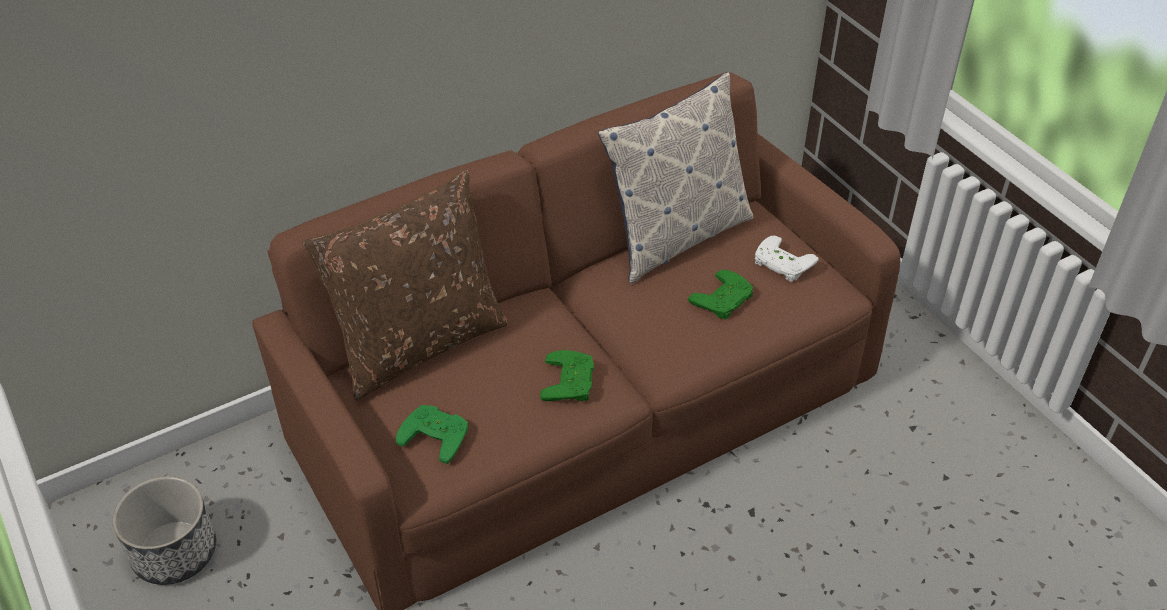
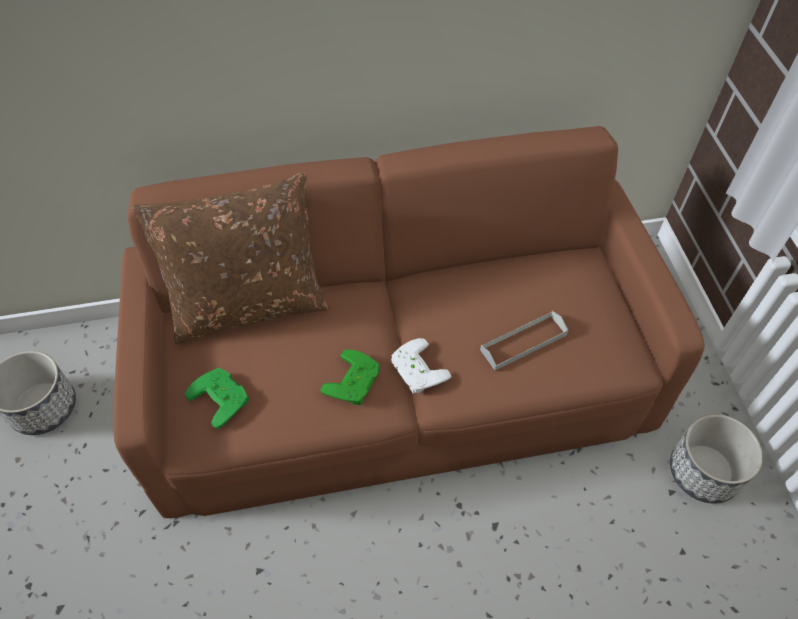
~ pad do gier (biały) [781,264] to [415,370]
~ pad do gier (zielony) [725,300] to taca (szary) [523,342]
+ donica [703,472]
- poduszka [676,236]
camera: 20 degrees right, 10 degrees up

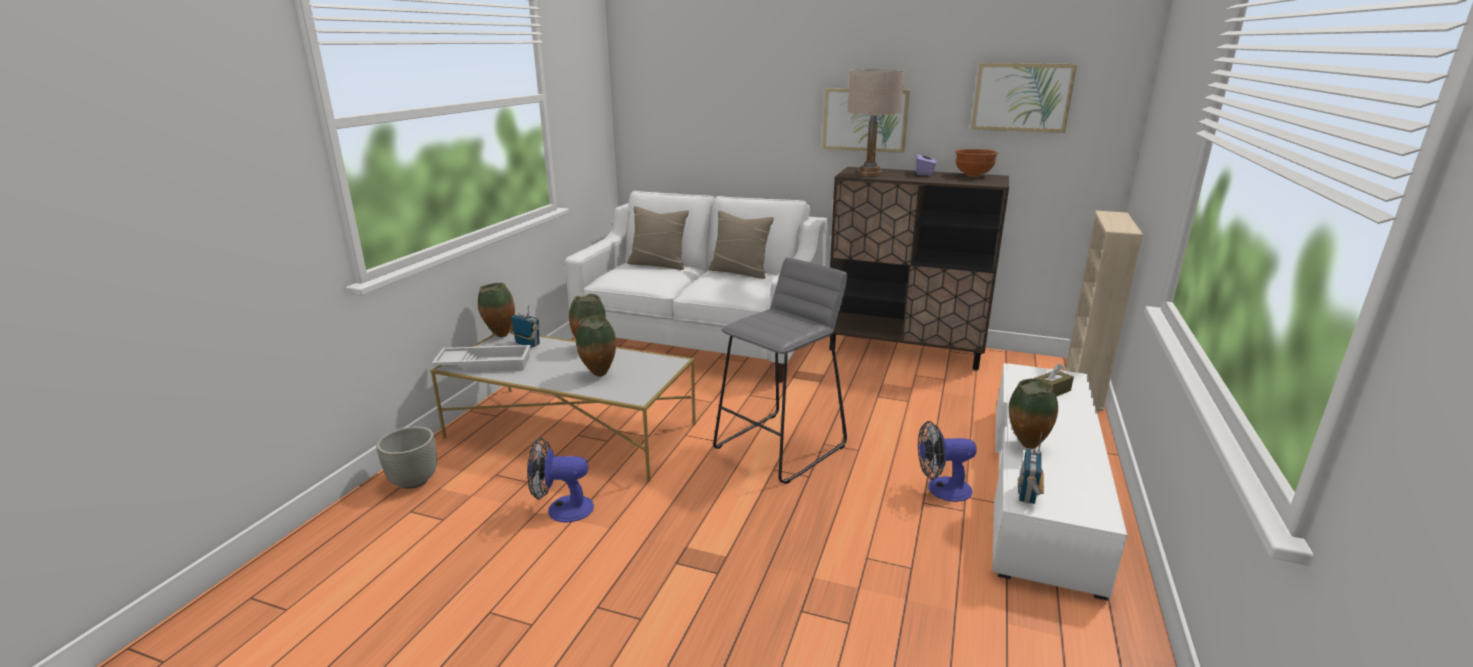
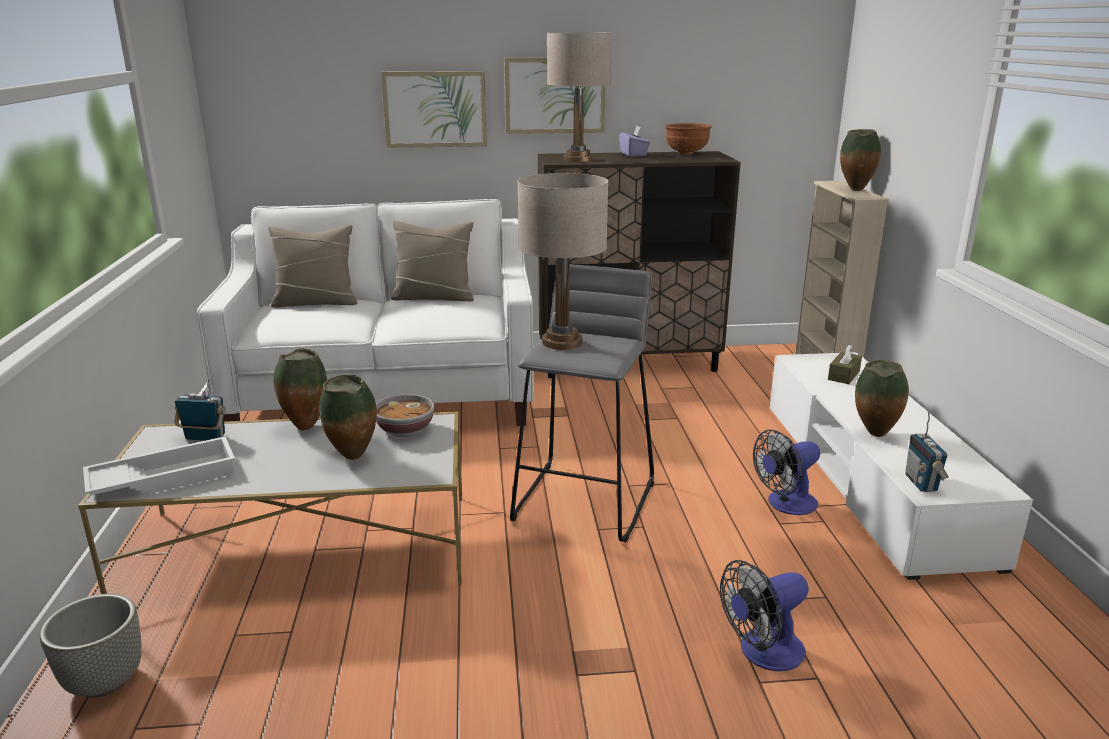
+ miska [405,430]
~ obraz [1021,97] to [435,109]
+ lampa stołowa (beżowy) [562,342]
~ wentylator [562,509] to [763,653]
~ wazon [500,336] to [855,190]
camera: 25 degrees left, 0 degrees up

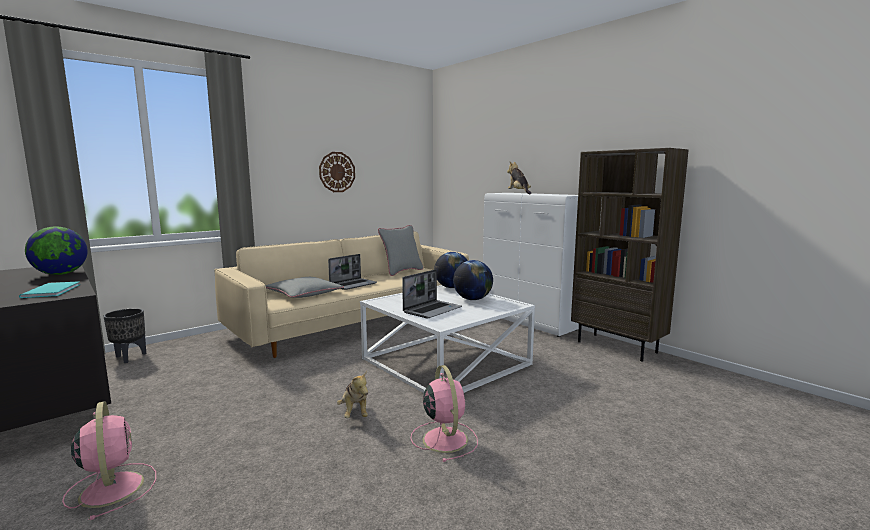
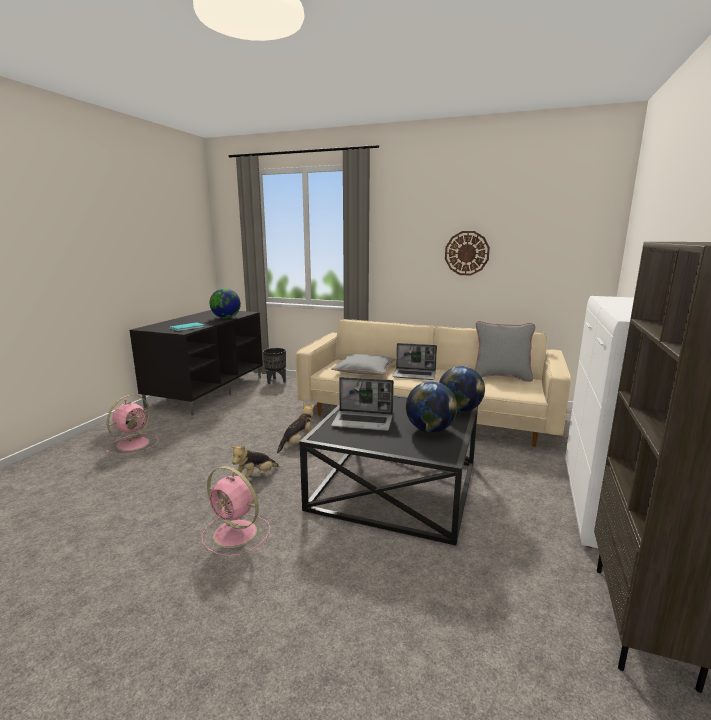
~ wentylator (różowy) [444,438] = [236,534] 75 degrees clockwise
~ pluszak [519,193] to [298,444]
~ ława (biały) [445,361] to ława (czarny) [395,485]
camera: 60 degrees right, 5 degrees up

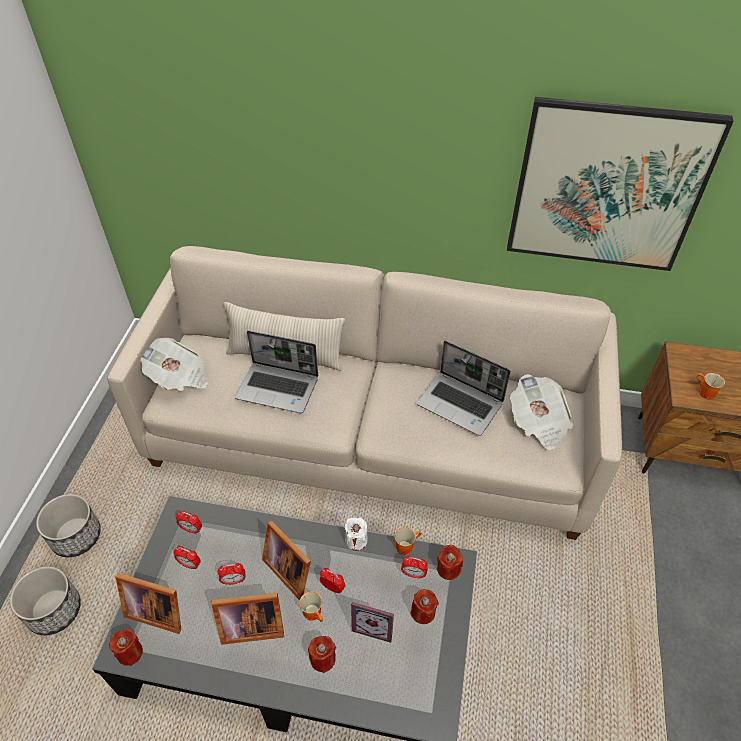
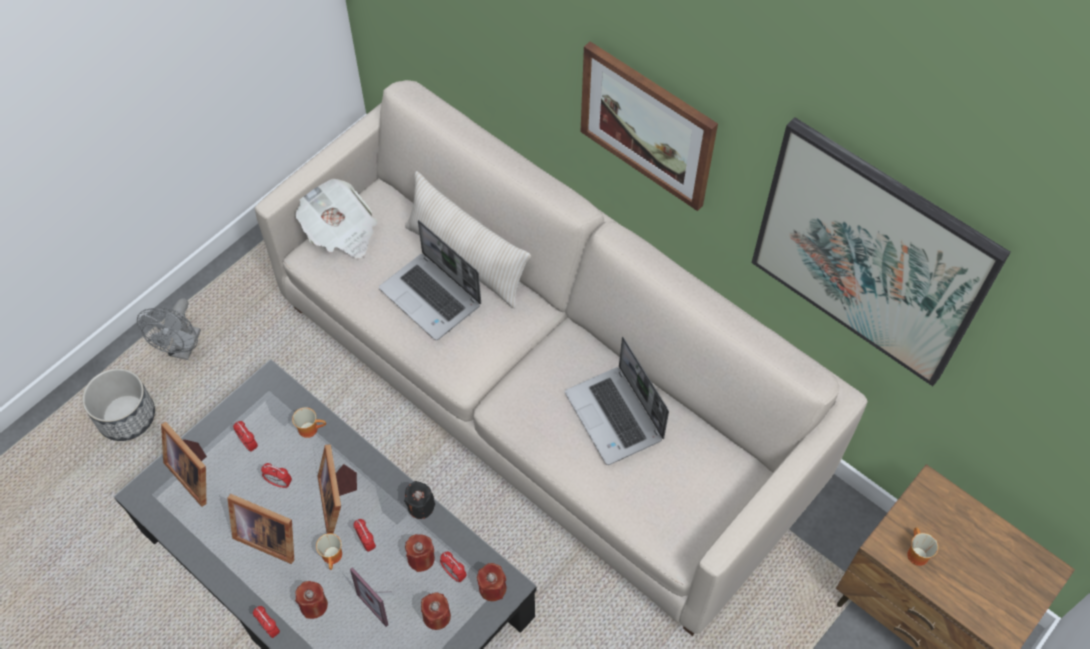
~ donica [76,536] to wentylator (szary) [183,349]
~ budzik [191,529] to [270,628]
~ kubek [405,545] to [310,428]
~ świeca (biały) [356,540] to świeca (czarny) [420,506]
~ świeca (czerwony) [130,652] to [421,558]
+ obraz [647,125]
- gazeta [538,423]
camera: 30 degrees right, 10 degrees up

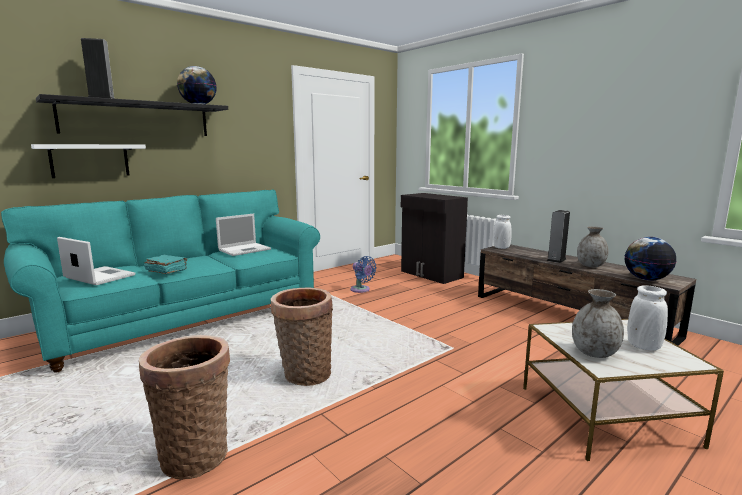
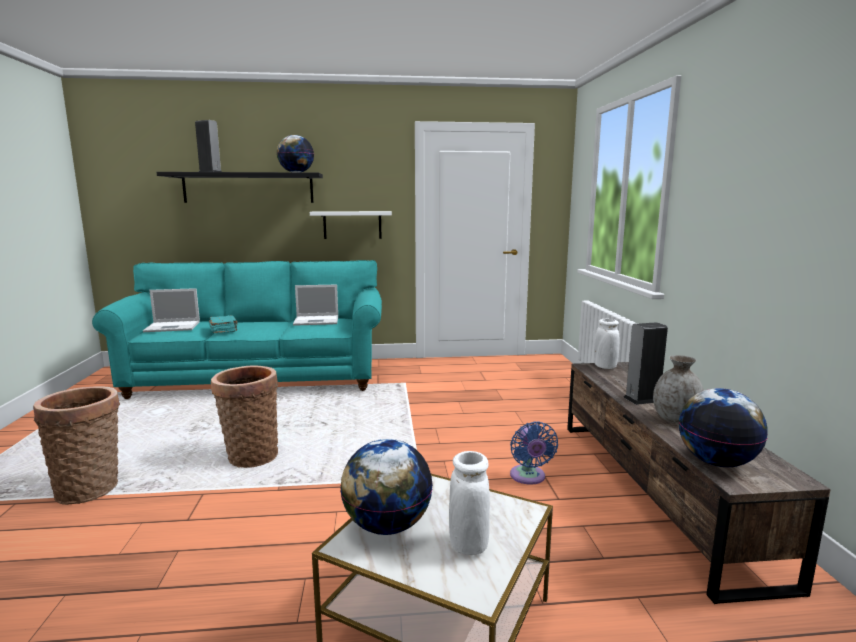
~ laptop [98,276] = [173,327] 105 degrees clockwise
~ półka (biały) [90,160] to [352,225]
~ wazon (szary) [594,353] to globus [387,526]
~ wentylator (niebieski) [361,290] to [528,477]
- szafka (czarny) [431,274]
camera: 35 degrees right, 0 degrees up

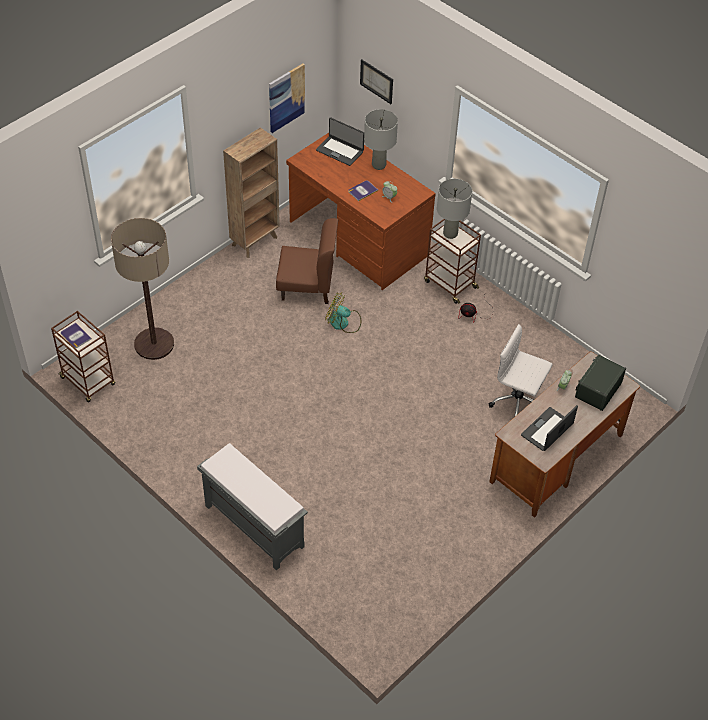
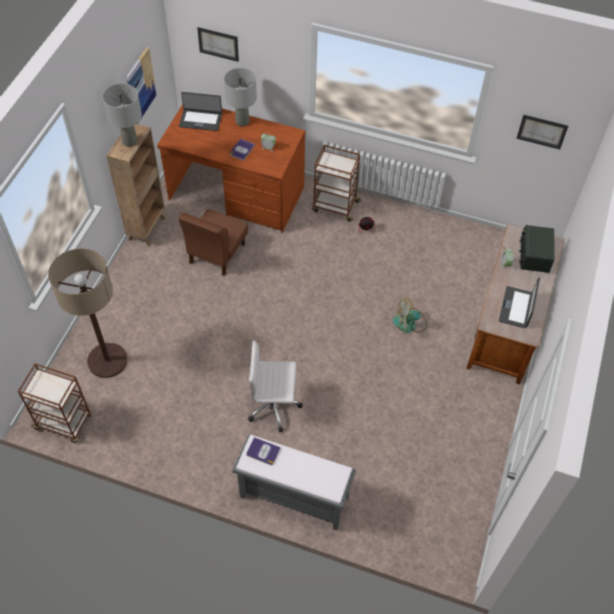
~ lampa stołowa (szary) [450,234] to [130,141]
~ krzesło (brązowy) [307,287] = [216,253] 135 degrees clockwise
~ książka [75,336] to [263,451]
~ krzesło biurowe (biały) [518,402] to [274,405]
~ wentylator [343,322] to [409,323]
+ obraz [542,131]
camera: 25 degrees left, 5 degrees up

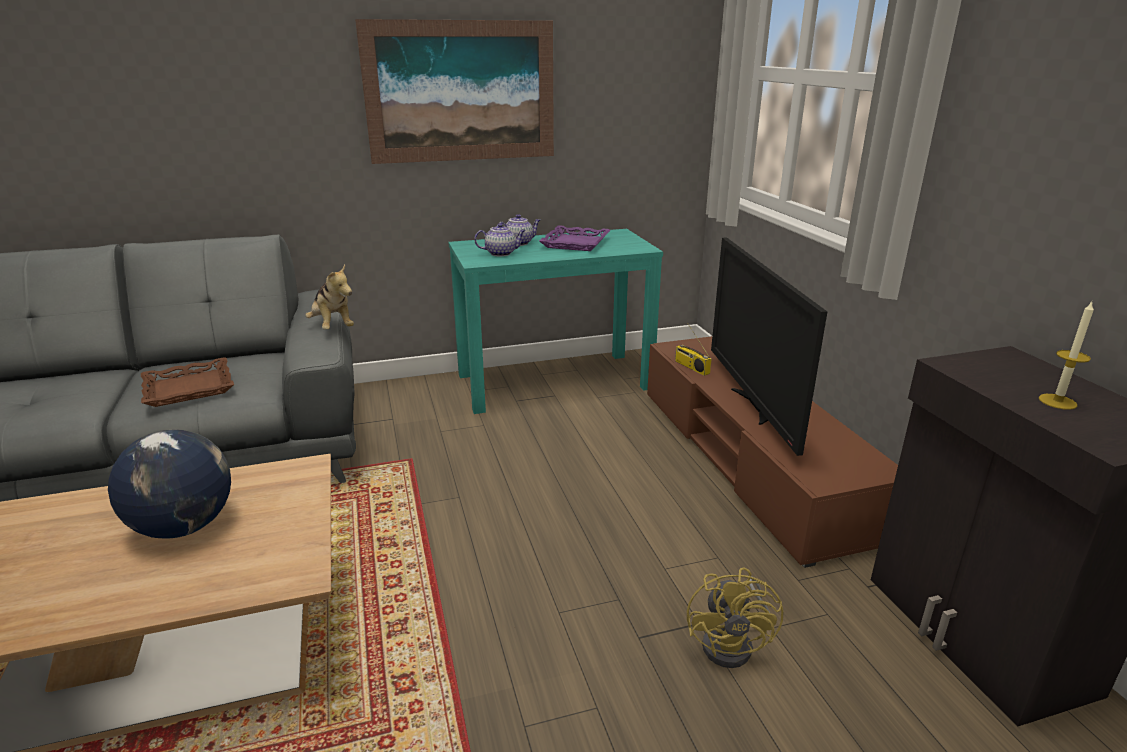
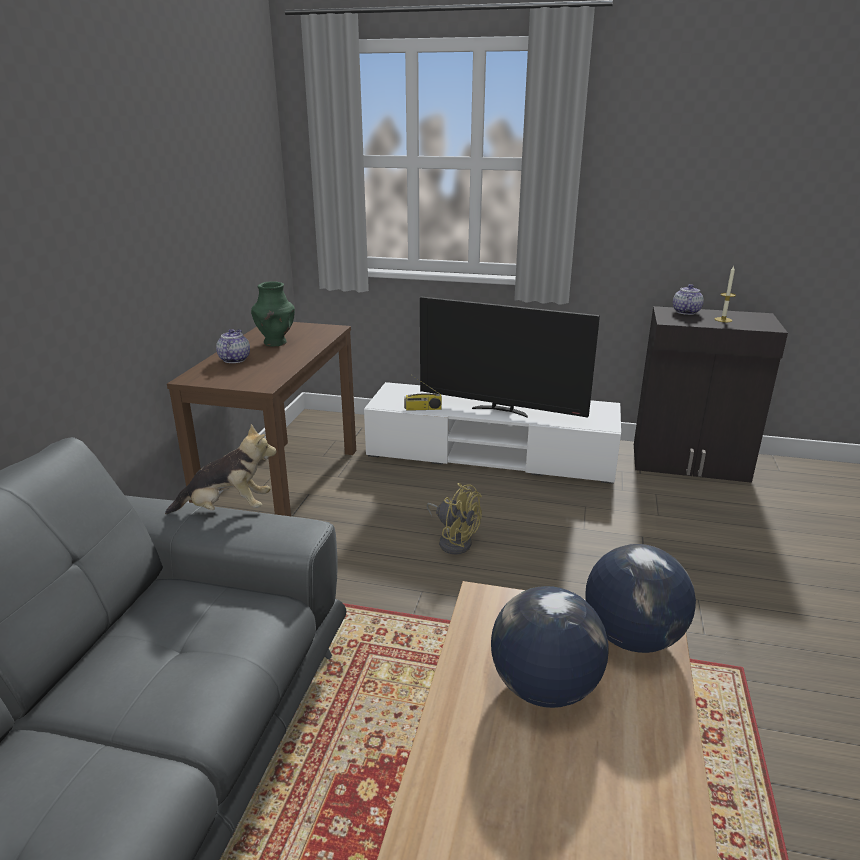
~ stolik konsolowy (turkusowy) [554,381] to stolik konsolowy (brązowy) [283,486]
~ taca (fioletowy) [574,243] to wazon (zielony) [276,343]
~ szafka pod telewizor (brązowy) [750,460] to szafka pod telewizor (biały) [491,454]
~ wentylator (żółty) [734,644] to [454,541]
+ globus [632,637]
~ imbryk [501,253] to [685,312]
- taca (brązowy) [188,388]
- obraz [461,92]
camera: 60 degrees left, 0 degrees up

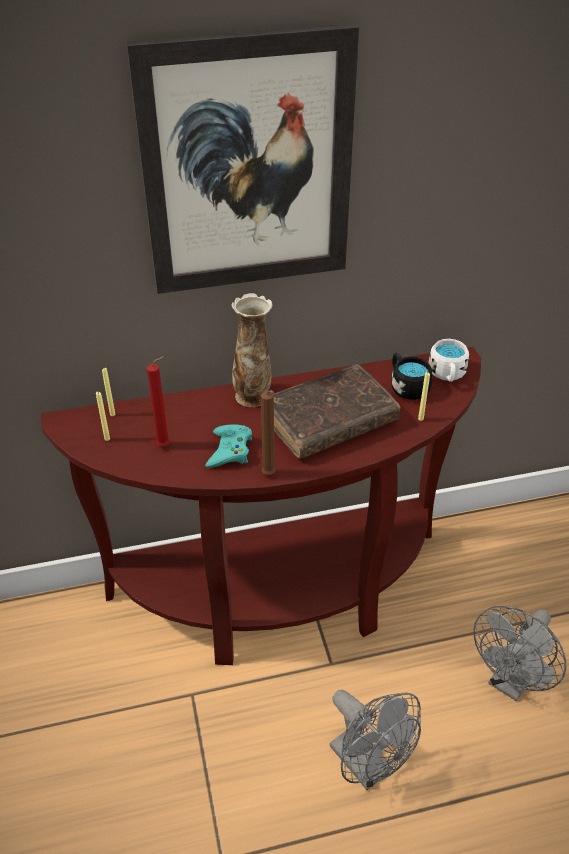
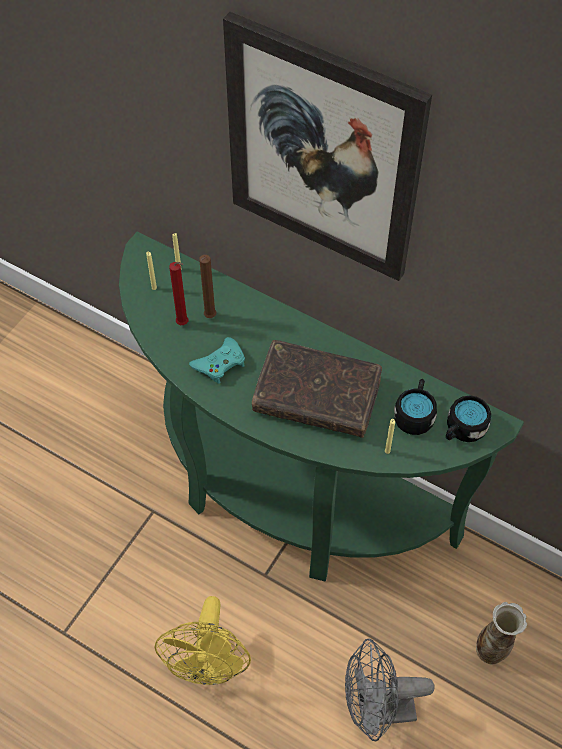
~ stolik konsolowy (brązowy) [281,596] to stolik konsolowy (zielony) [286,494]
~ wentylator (szary) [368,766] to wentylator (żółty) [209,666]
~ świeca (brązowy) [269,475] to [209,318]
~ kubek (biały) [447,375] to kubek (czarny) [462,430]
~ wazon [253,397] to [491,651]
camera: 45 degrees right, 15 degrees up

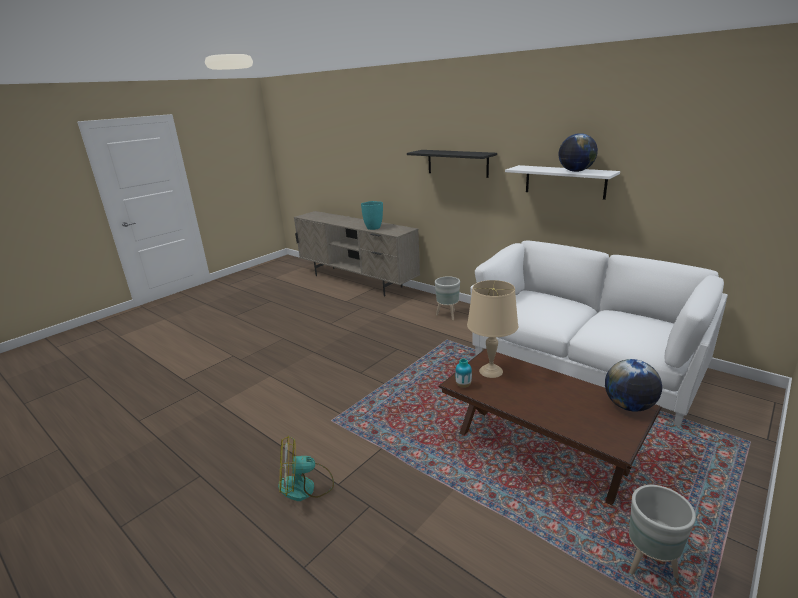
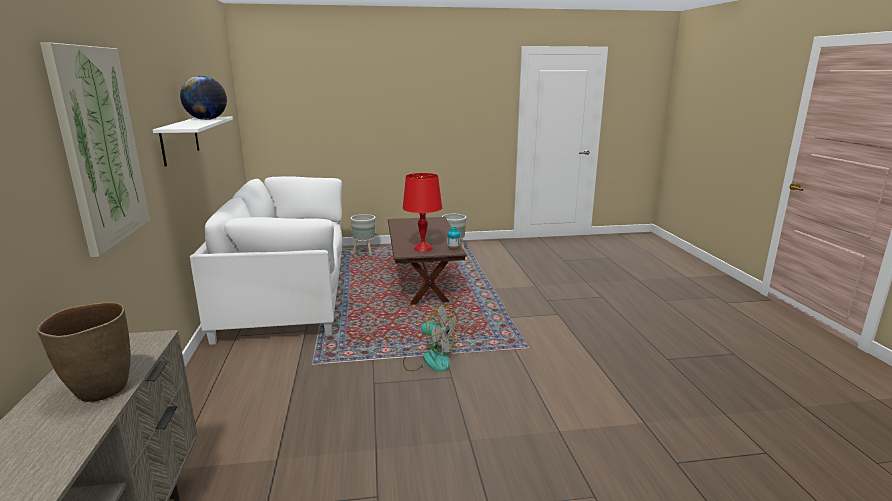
~ wazon (turkusowy) [373,228] to wazon (brązowy) [100,391]
~ półka (czarny) [457,163] to obraz [100,147]
~ donica (szary) [448,315] to [364,252]
~ lampa stołowa (beżowy) [490,371] to lampa stołowa (czerwony) [423,248]
~ wentylator [305,486] to [429,359]
- globus [629,406]
camera: 140 degrees left, 5 degrees down

